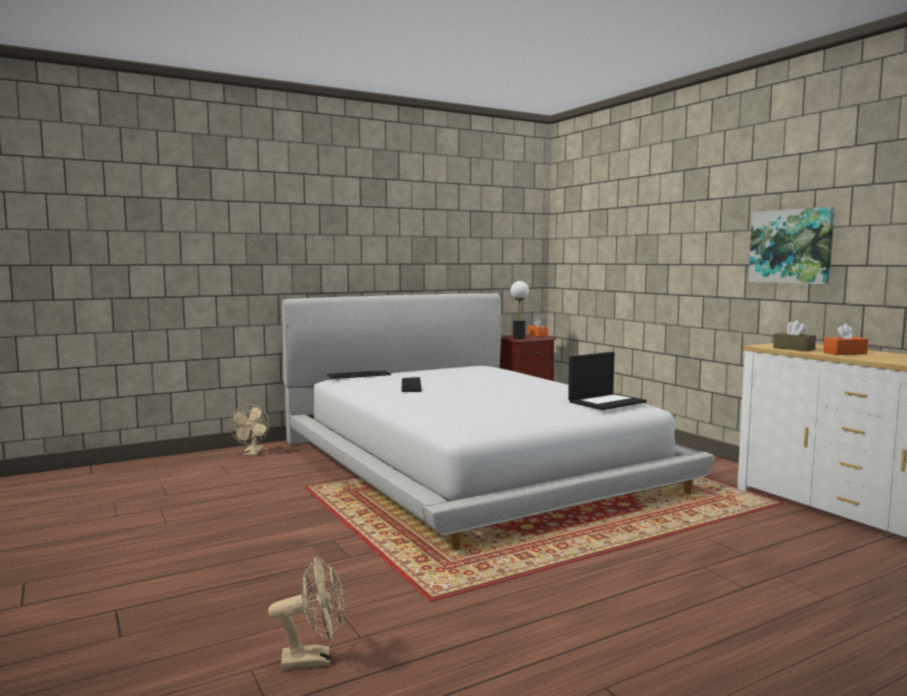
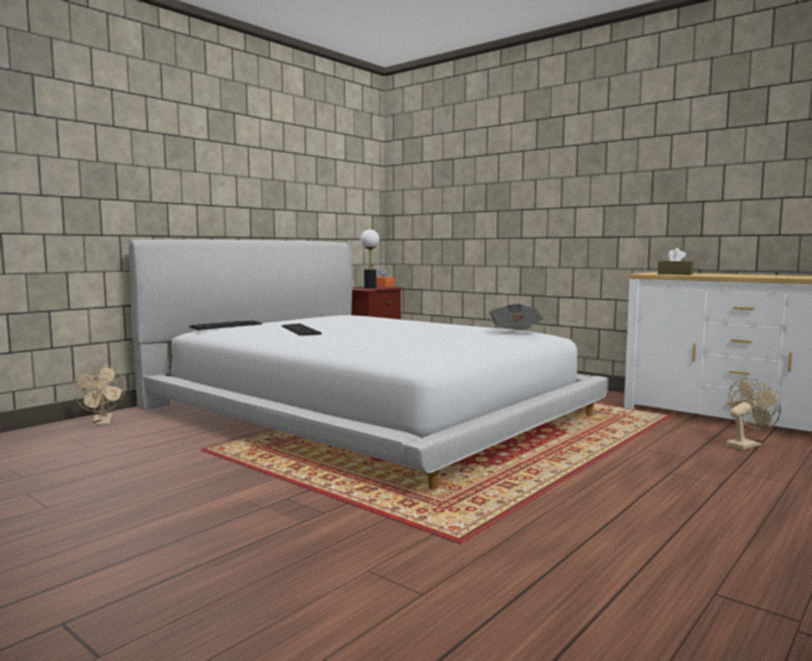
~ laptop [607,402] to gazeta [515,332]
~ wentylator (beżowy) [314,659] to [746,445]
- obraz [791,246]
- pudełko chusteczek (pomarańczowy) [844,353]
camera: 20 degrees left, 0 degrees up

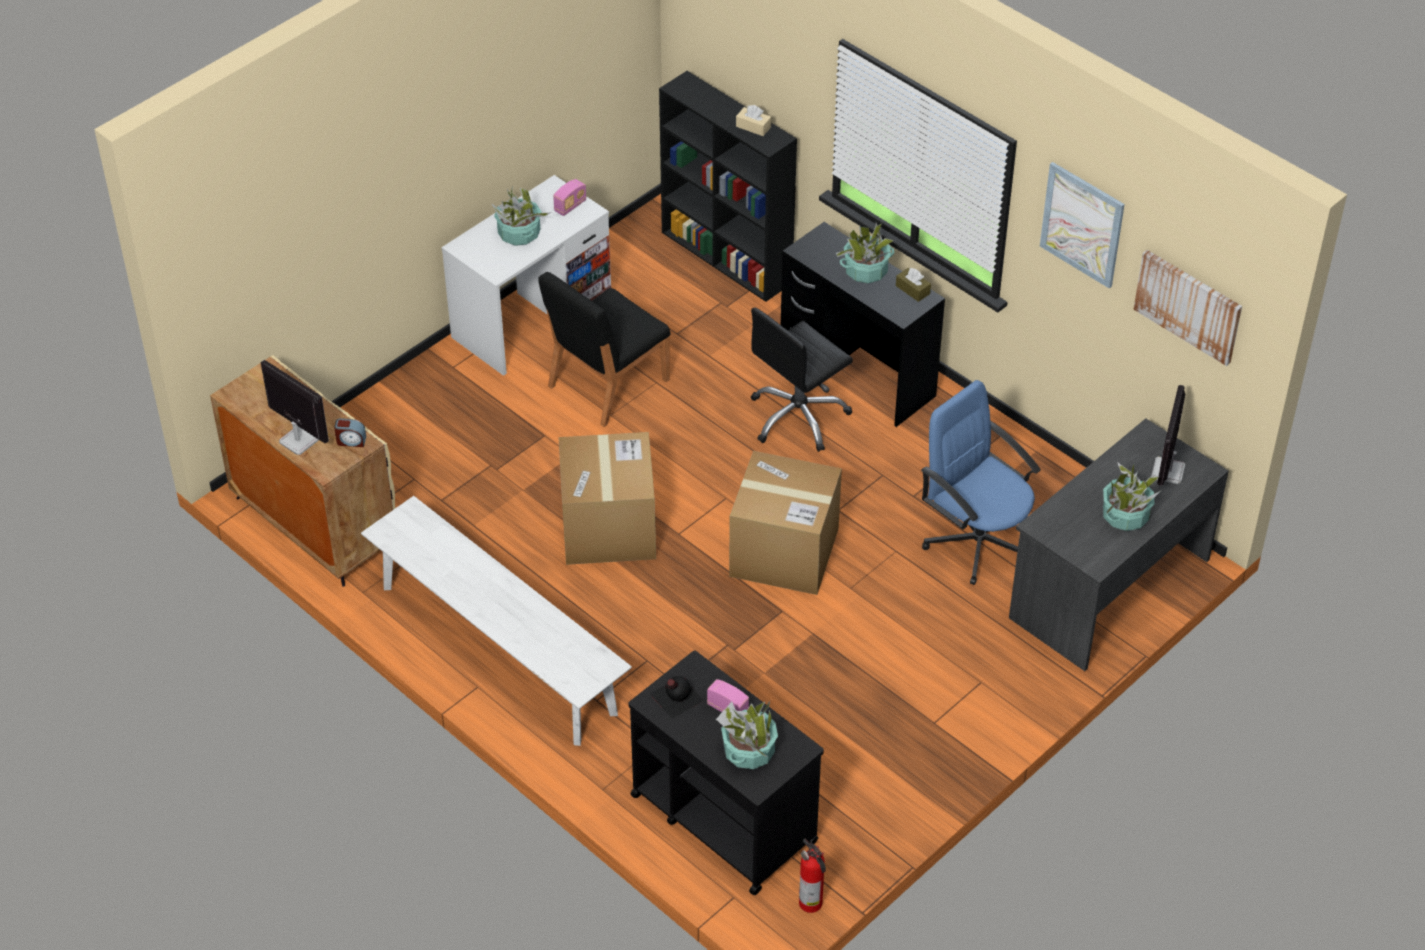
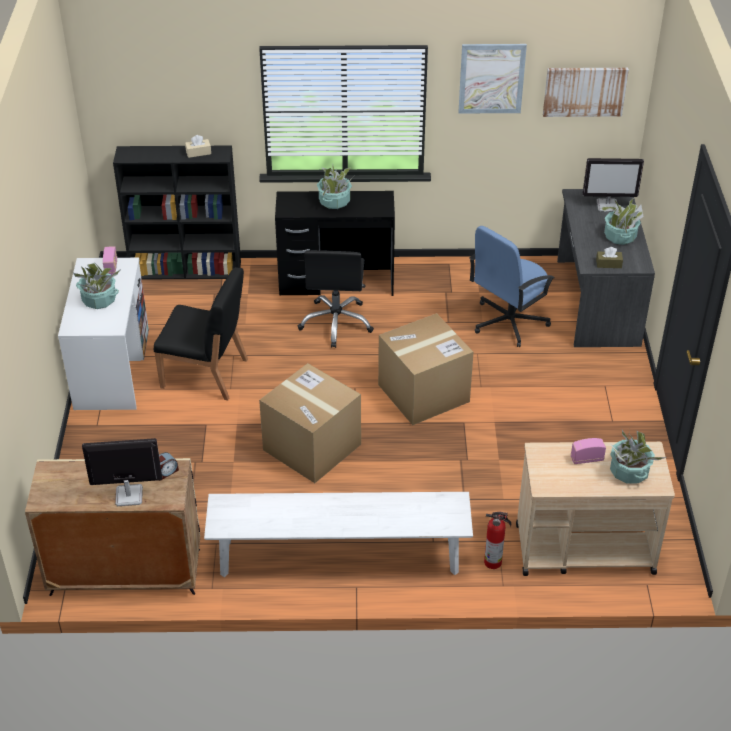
~ krzesło (czarny) [607,383] = [205,374] 75 degrees counterclockwise
~ krzesło biurowe (niebieski) [977,541] = [508,322] 45 degrees counterclockwise
~ gaśnica [811,904] to [494,562]
~ wózek (czarny) [722,817] to wózek (beżowy) [583,548]
~ monitor [1167,471] = [607,205] 60 degrees counterclockwise
~ pudełko chusteczek (brązowy) [912,290] to [608,264]
- butelka (czarny) [675,697]
camera: 45 degrees left, 5 degrees down

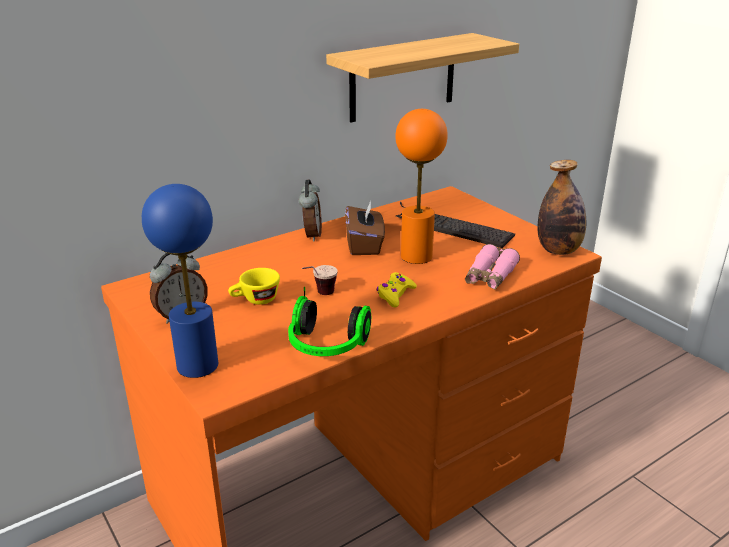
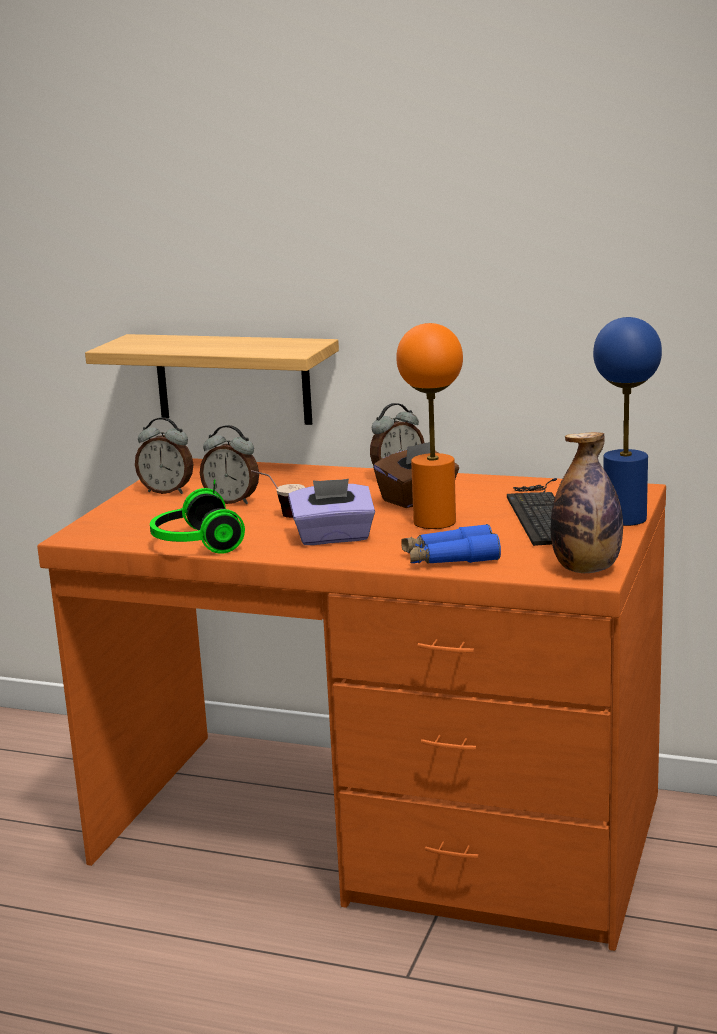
~ półka [403,77] to [233,378]
~ filiżanka (żółty) [255,300] to budzik [232,501]
~ pad do gier (żółty) [395,295] to pudełko chusteczek (fioletowy) [333,537]
~ lornetka (różowy) [490,276] to lornetka (niebieski) [450,558]
~ lampa stołowa (niebieski) [197,365] to [624,518]
camera: 55 degrees right, 10 degrees down

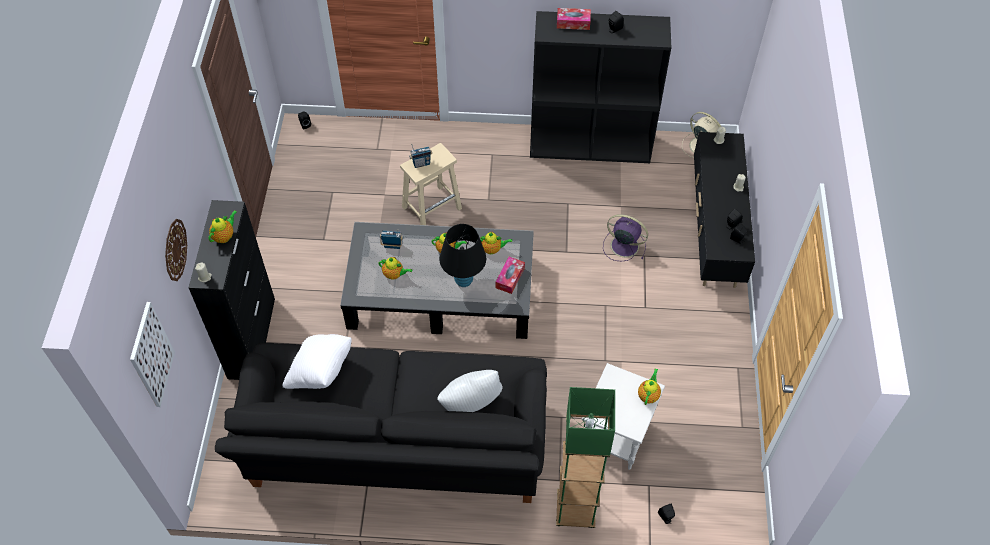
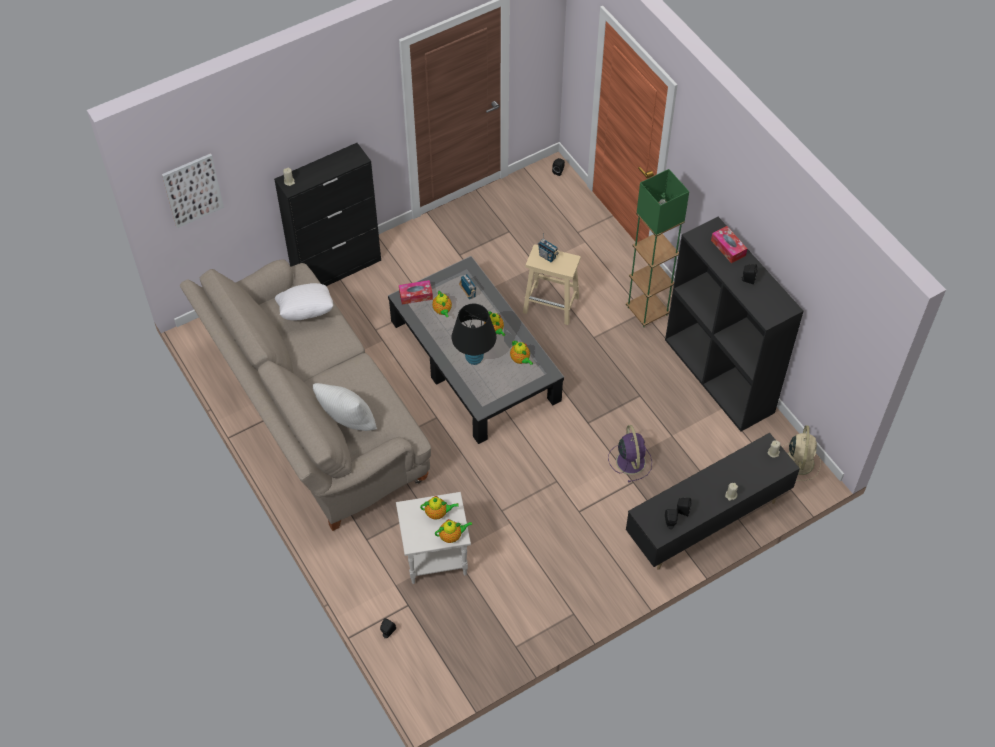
~ kanapa (czarny) [396,449] to kanapa (beżowy) [314,416]
~ pudełko chusteczek [510,278] to [416,295]
~ imbryk [225,236] to [438,513]
~ lampa stojąca (zielony) [575,510] to [647,311]
- zegar ścienny [175,250]
camera: 55 degrees right, 0 degrees up

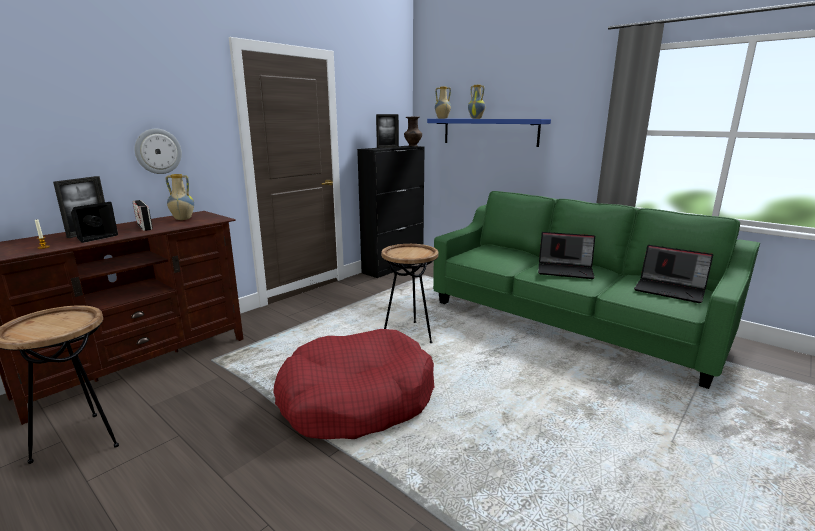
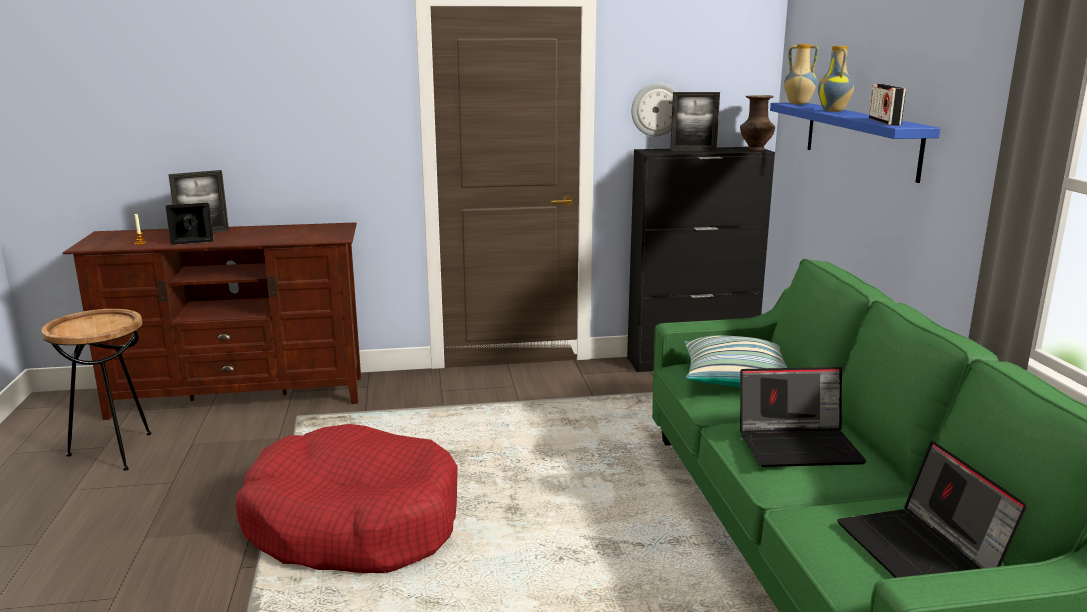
~ zegar ścienny [158,151] to [656,109]
+ poduszka [734,380]
~ laptop [566,270] = [799,445] 60 degrees counterclockwise
~ radio [144,226] to [884,122]
- wazon [182,219]
- stolik (brązowy) [409,334]
camera: 40 degrees right, 0 degrees up

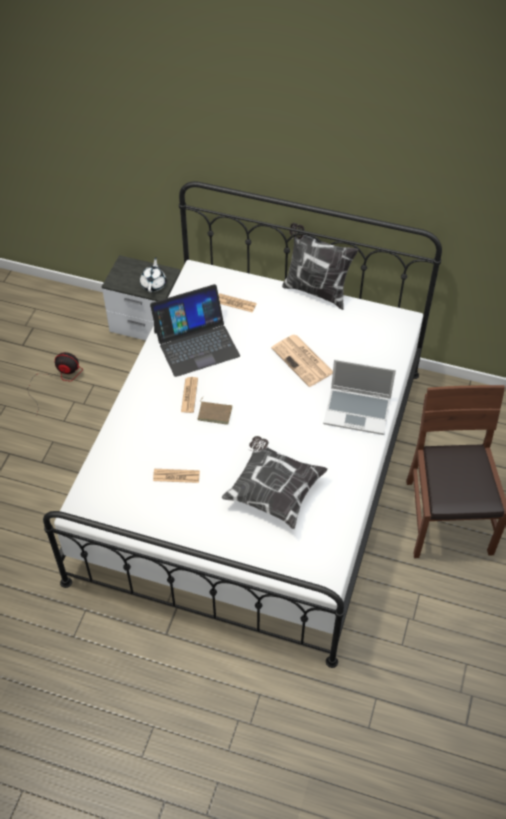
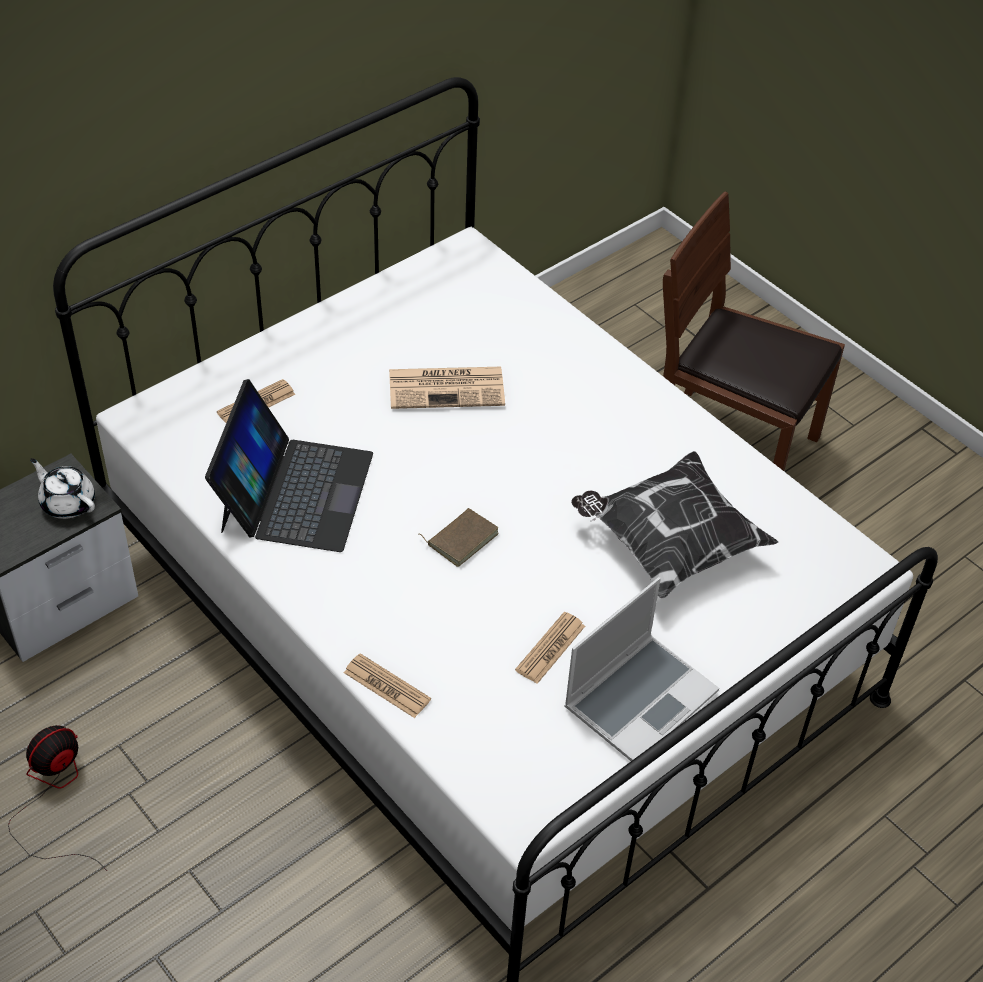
~ gazeta [189,395] to [387,686]
~ laptop [358,411] to [640,698]
- poduszka [315,290]
camera: 60 degrees left, 5 degrees down

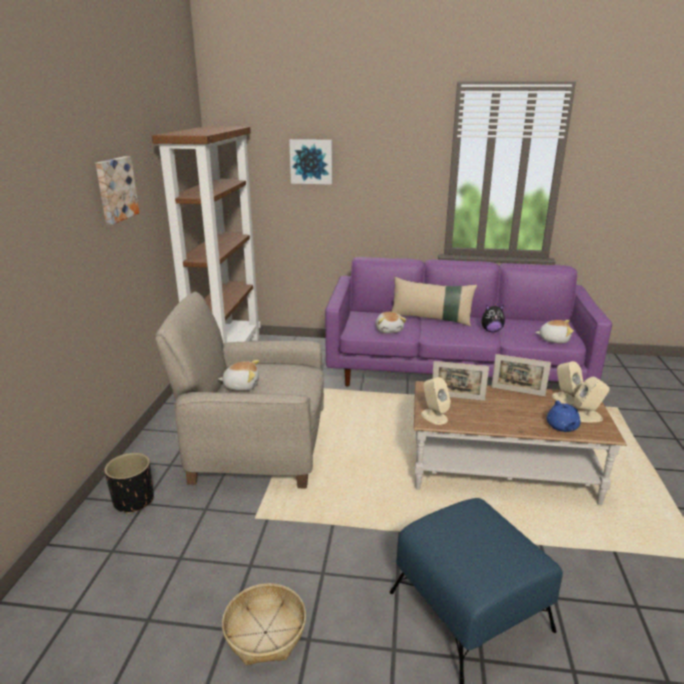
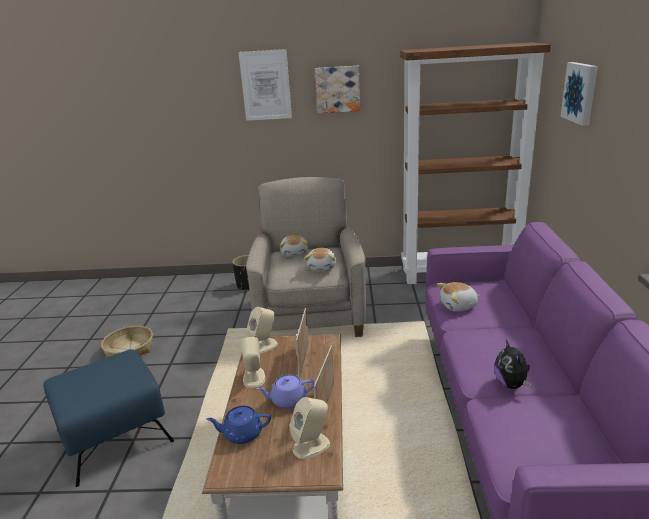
+ obraz [265,85]
~ głośnik (beżowy) [587,416] to [254,378]
+ imbryk (fioletowy) [288,400]
~ pluszak [554,339] to [322,267]
- poduszka (beżowy) [431,319]
camera: 85 degrees right, 0 degrees up

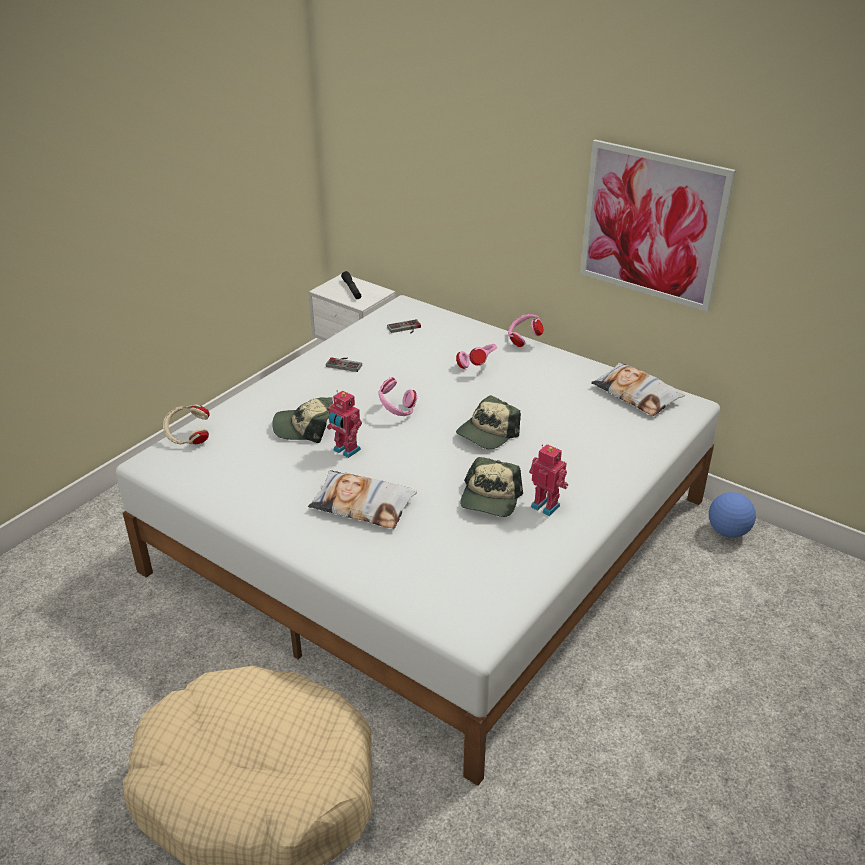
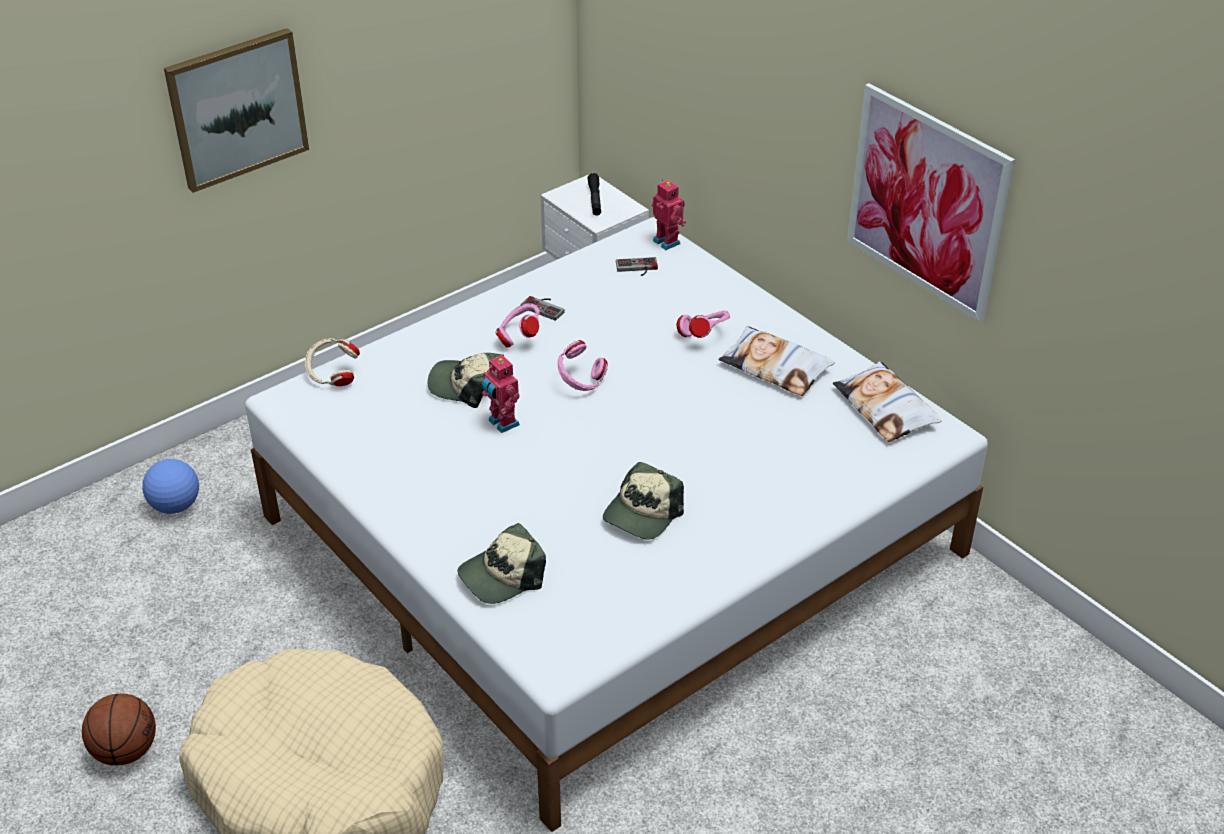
+ piłka do koszykówki [125,750]
~ piłka futbolowa [727,532] to [175,506]
+ obraz [237,108]
~ czapka z daszkiem [487,433] to [502,576]
~ słuchawki (różowy) [523,340] to [519,337]
~ robot zabawkowy [546,505] to [668,241]
~ poduszka [363,505] to [775,367]
camera: 15 degrees right, 5 degrees up

